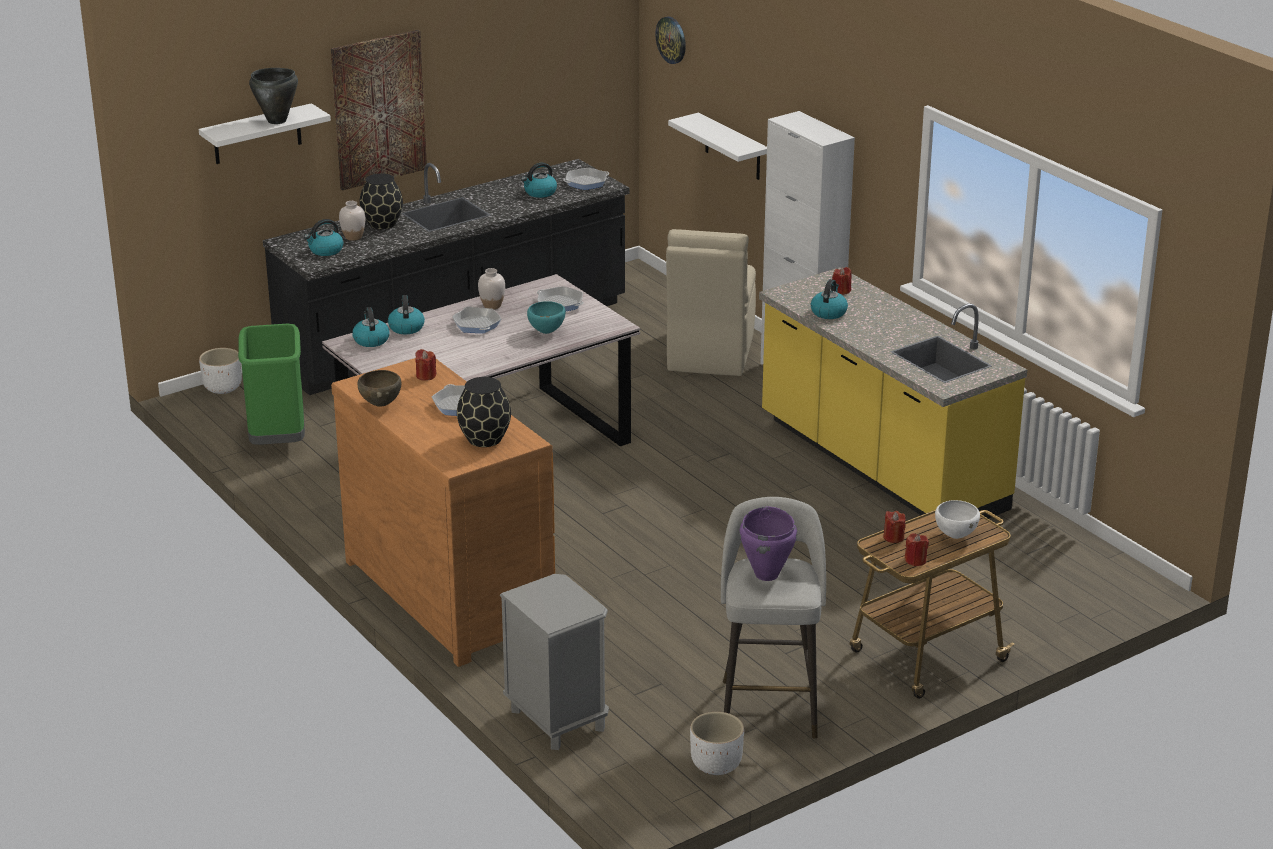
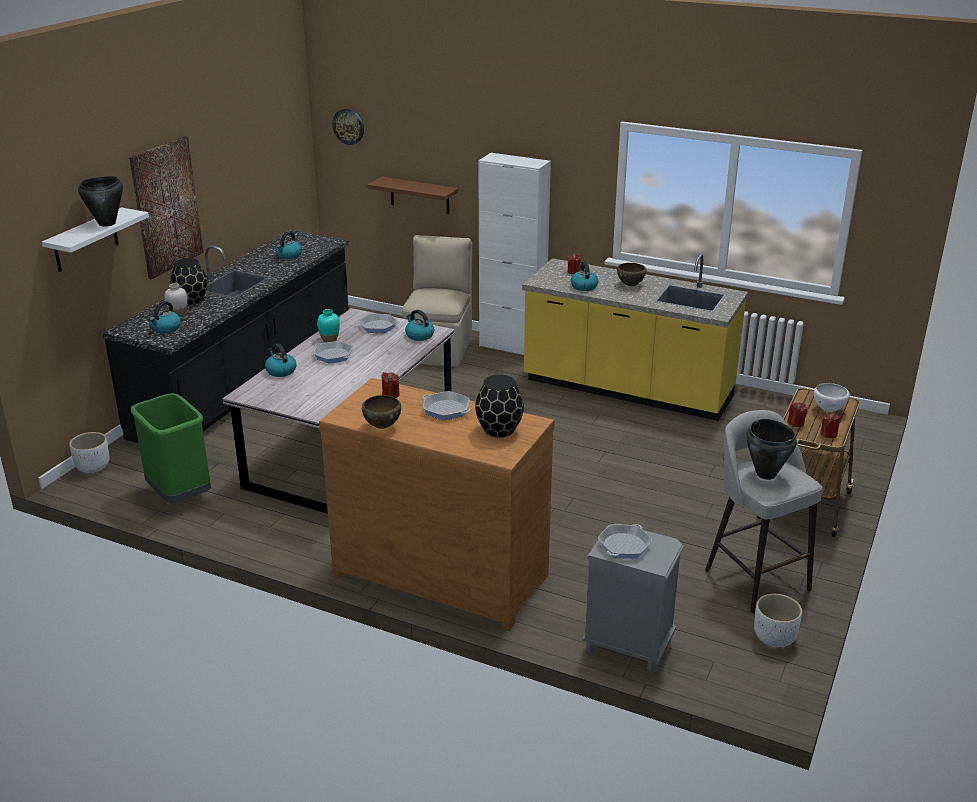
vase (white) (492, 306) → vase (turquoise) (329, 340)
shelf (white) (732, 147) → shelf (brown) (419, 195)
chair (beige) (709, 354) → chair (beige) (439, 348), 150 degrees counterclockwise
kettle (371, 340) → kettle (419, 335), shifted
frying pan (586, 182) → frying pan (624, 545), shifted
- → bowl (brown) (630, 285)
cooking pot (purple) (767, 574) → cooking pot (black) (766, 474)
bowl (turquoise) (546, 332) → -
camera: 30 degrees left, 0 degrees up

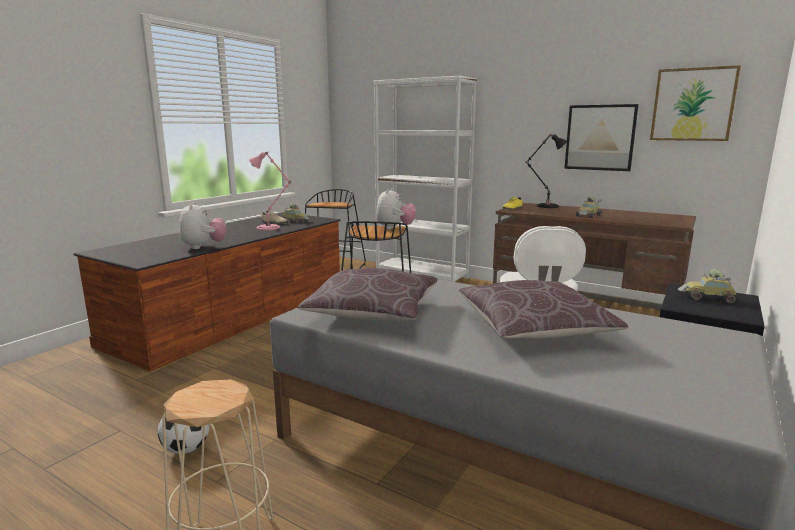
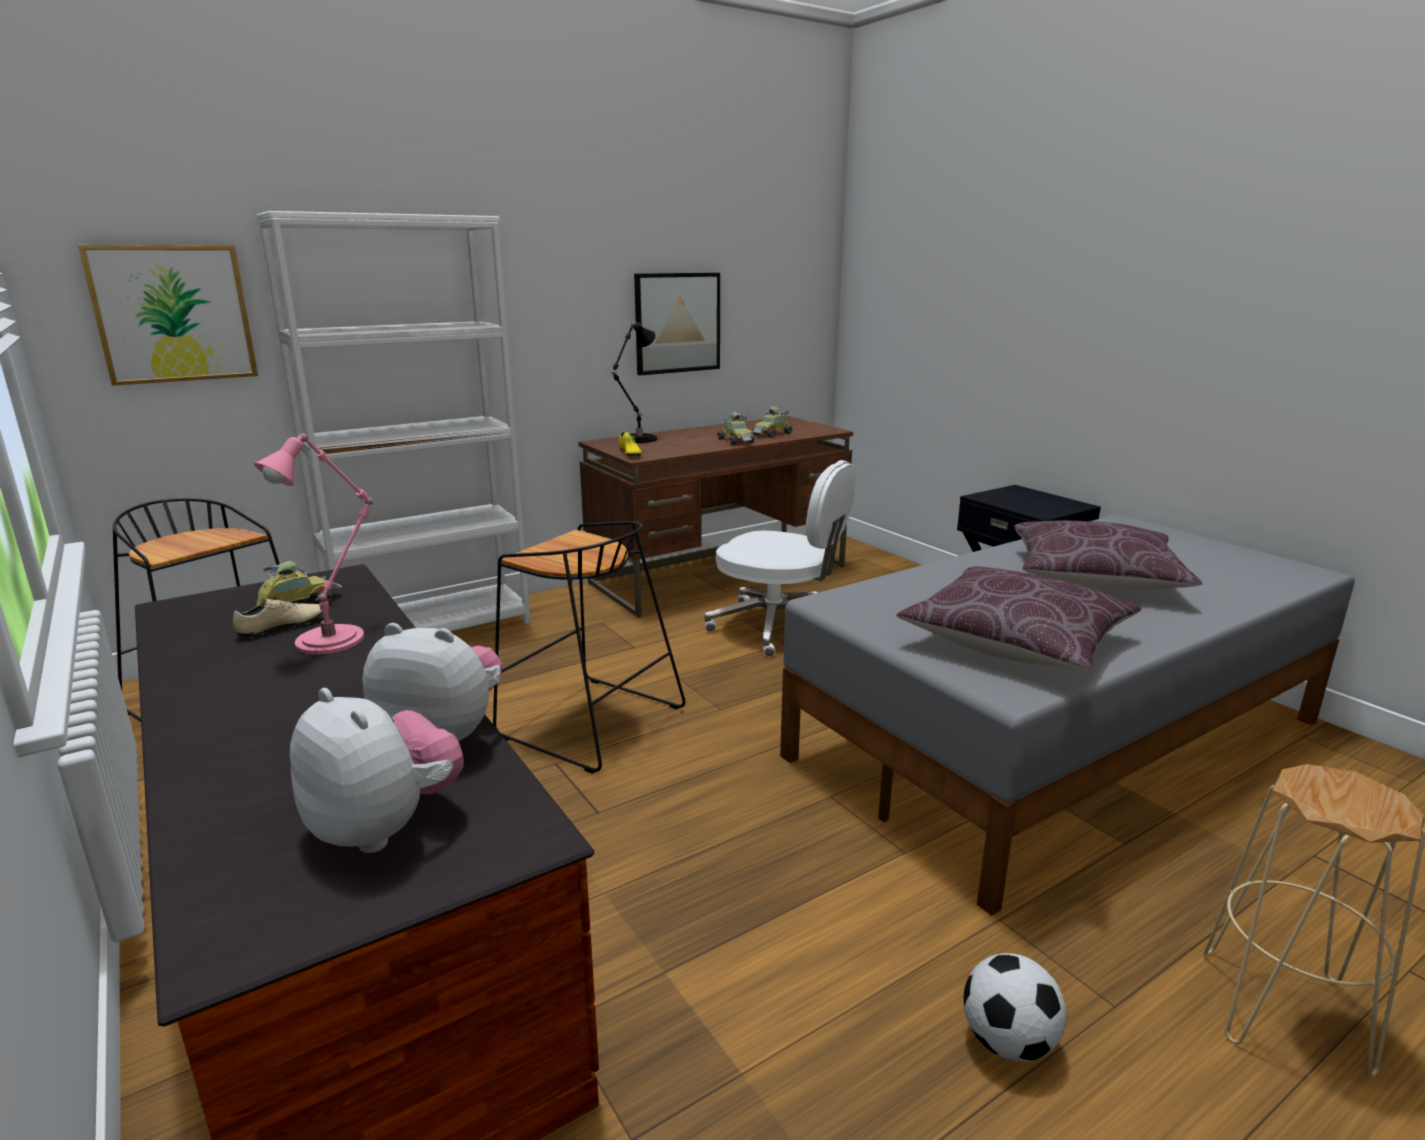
picture (693, 104) → picture (173, 314), shifted
plush toy (395, 228) → plush toy (385, 827), shifted
toy car (708, 298) → toy car (772, 434), shifted
camera: 65 degrees left, 5 degrees up

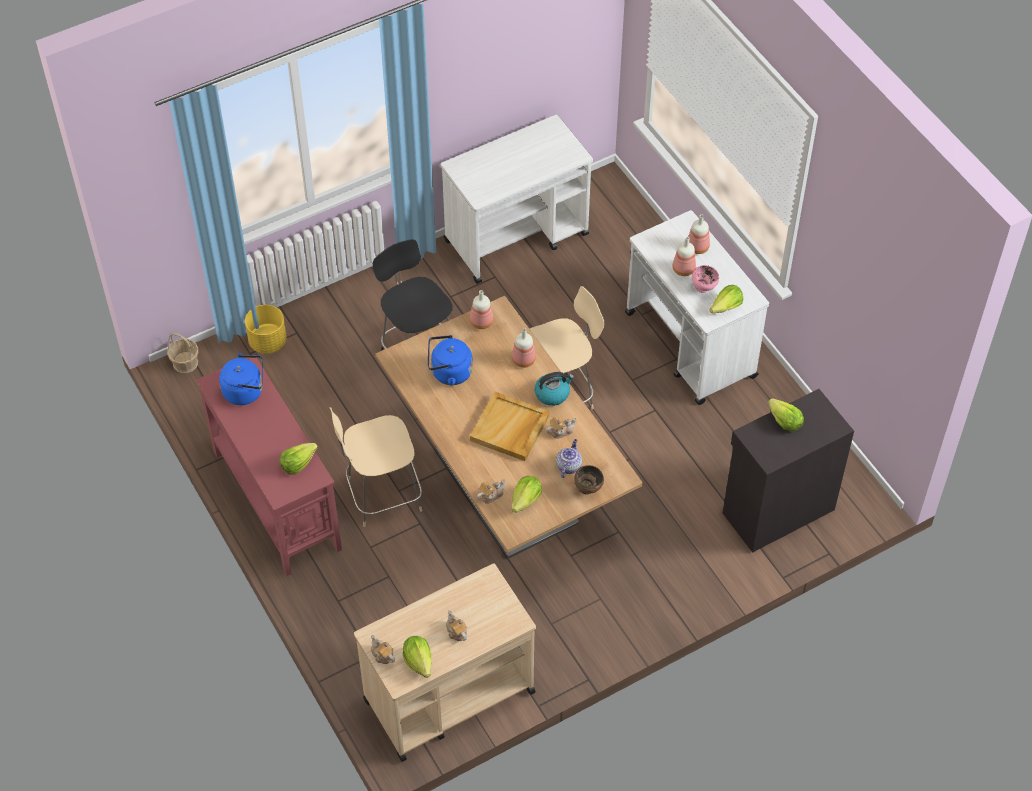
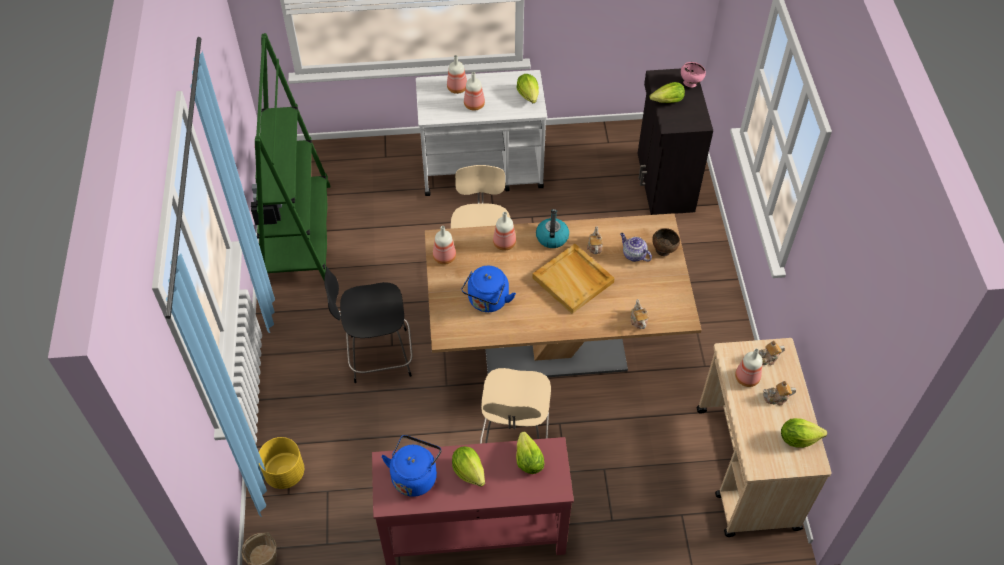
cart (white) (517, 237) → bookcase (green) (297, 236)
lettuce (526, 500) → lettuce (469, 471), shifted
bowl (pink) (703, 288) → bowl (pink) (690, 83), shifted
- → bottle (747, 378)
teapot (382, 655) → teapot (766, 358), shifted
camera: 65 degrees left, 0 degrees up

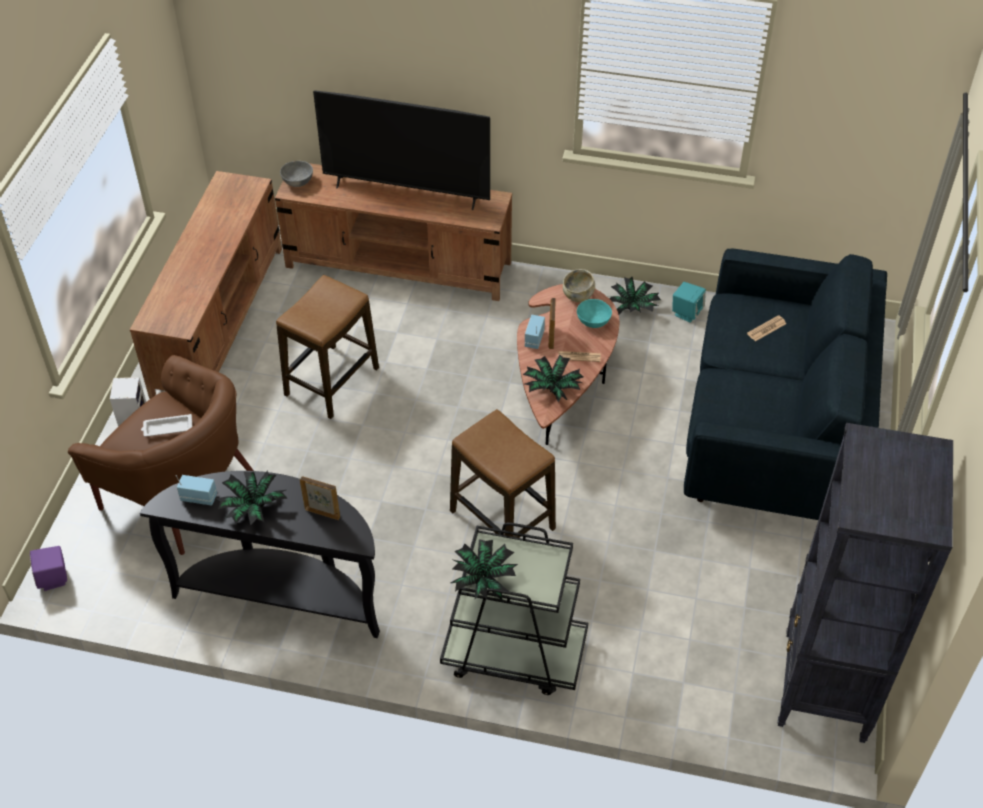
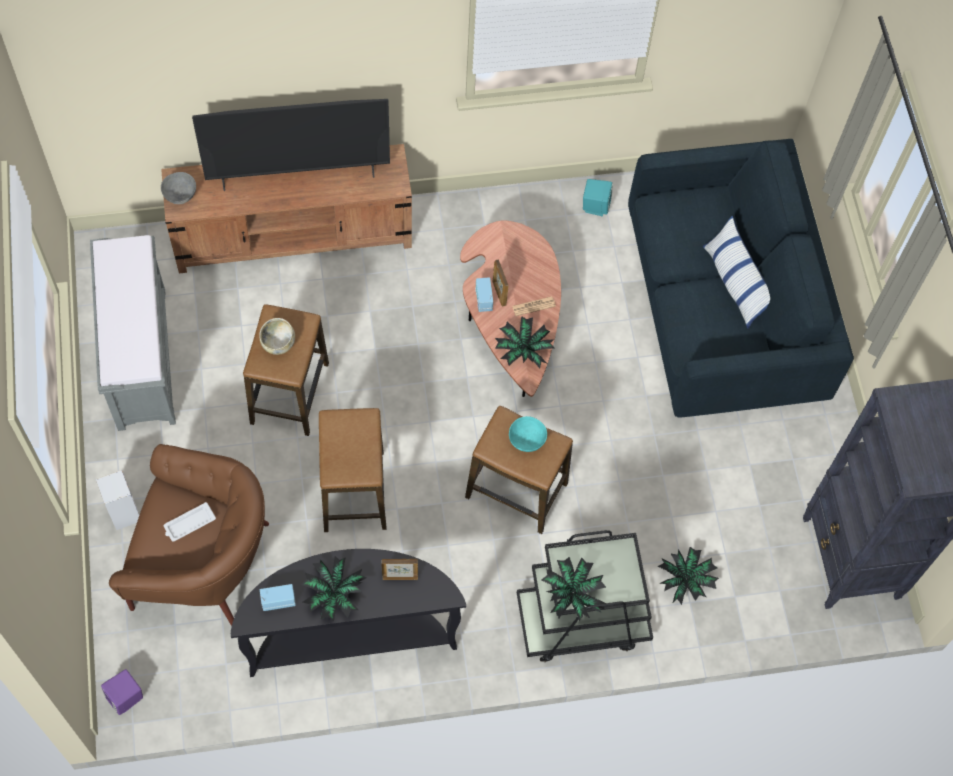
tv stand (brown) (219, 319) → bench (grey) (141, 357)
bowl (beige) (578, 295) → bowl (beige) (278, 343), shifted
- → stool (354, 491)
bowl (turquoise) (592, 321) → bowl (turquoise) (526, 440), shifted
potted plant (632, 308) → potted plant (686, 580), shifted
- → pillow (735, 283)
newspaper (766, 329) → -
camera: 25 degrees left, 15 degrees up

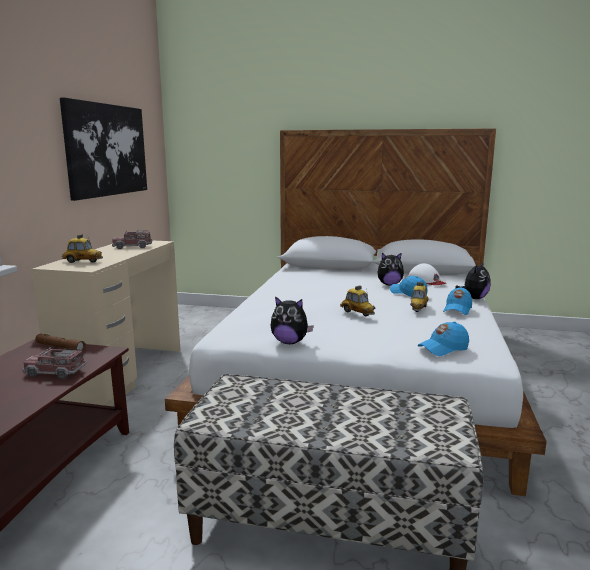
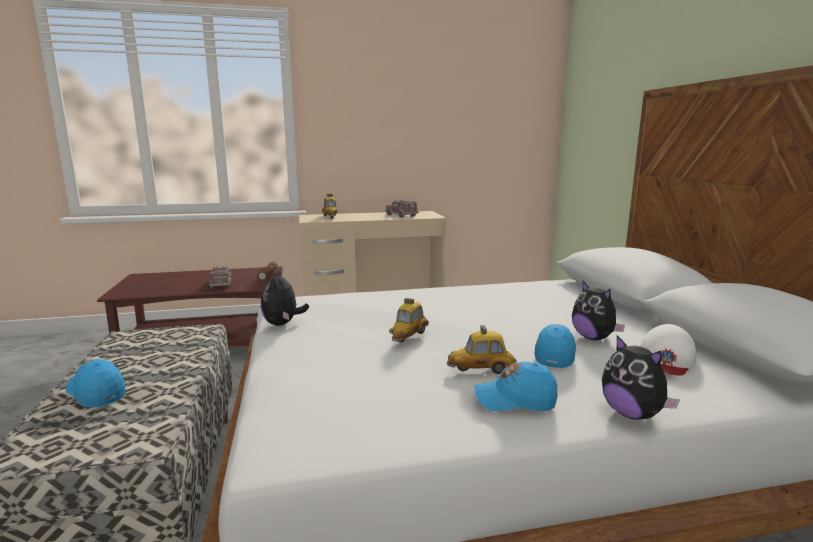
cap (blue) (443, 349) → cap (blue) (96, 392), shifted
plush toy (474, 298) → plush toy (632, 414), 45 degrees clockwise
picture (107, 150) → -
camera: 65 degrees right, 0 degrees up

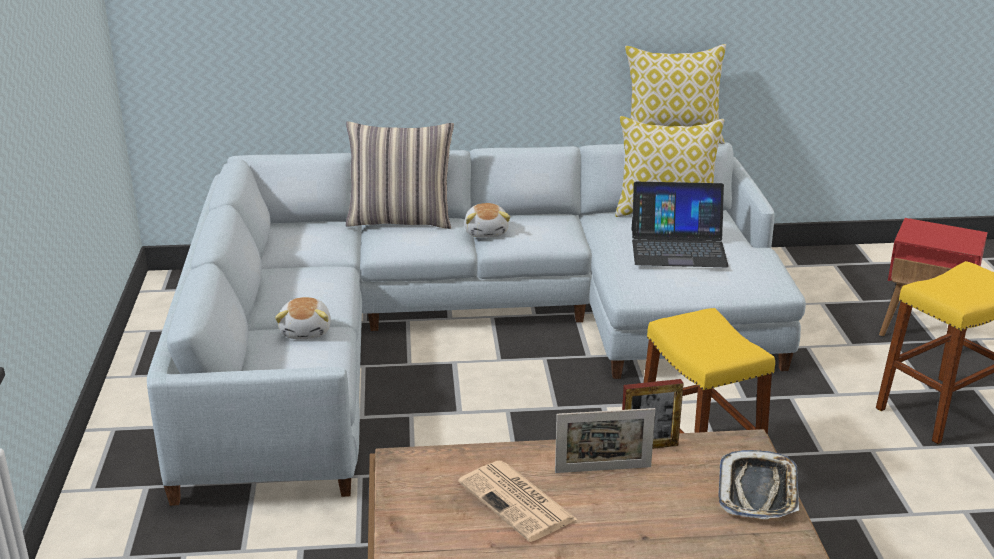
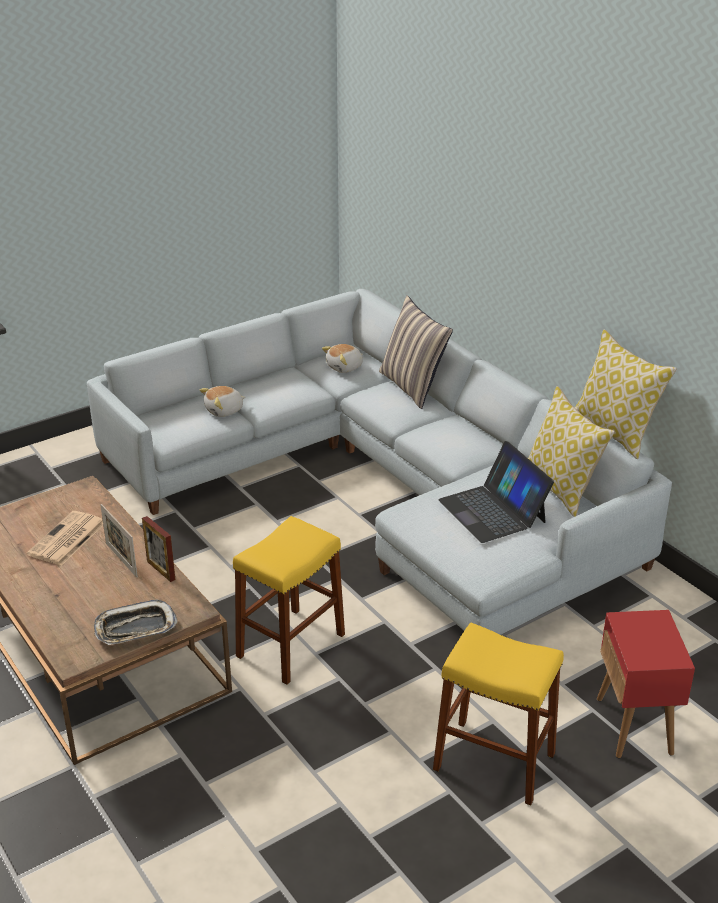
plush toy (487, 232) → plush toy (345, 367), shifted
camera: 60 degrees right, 5 degrees up

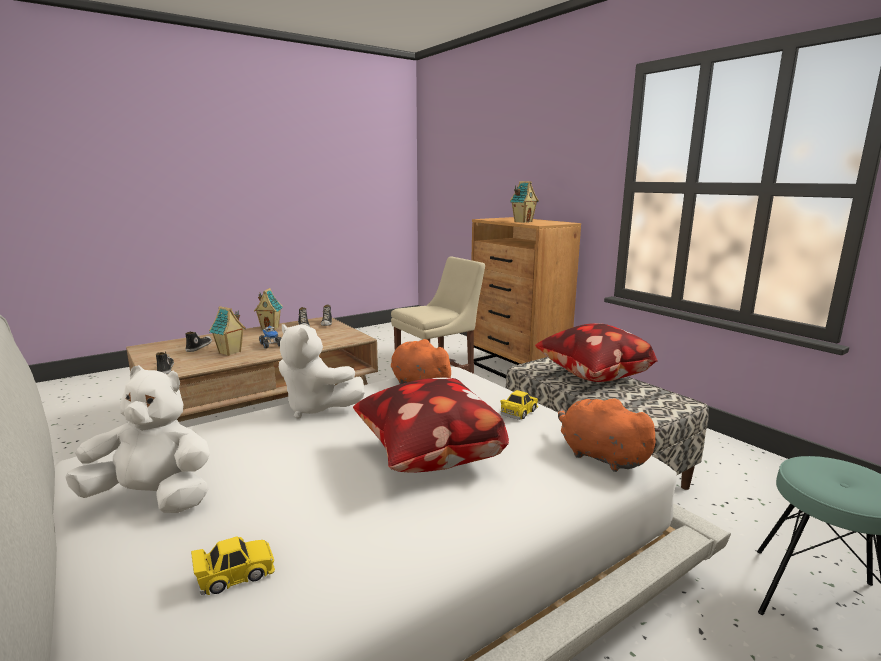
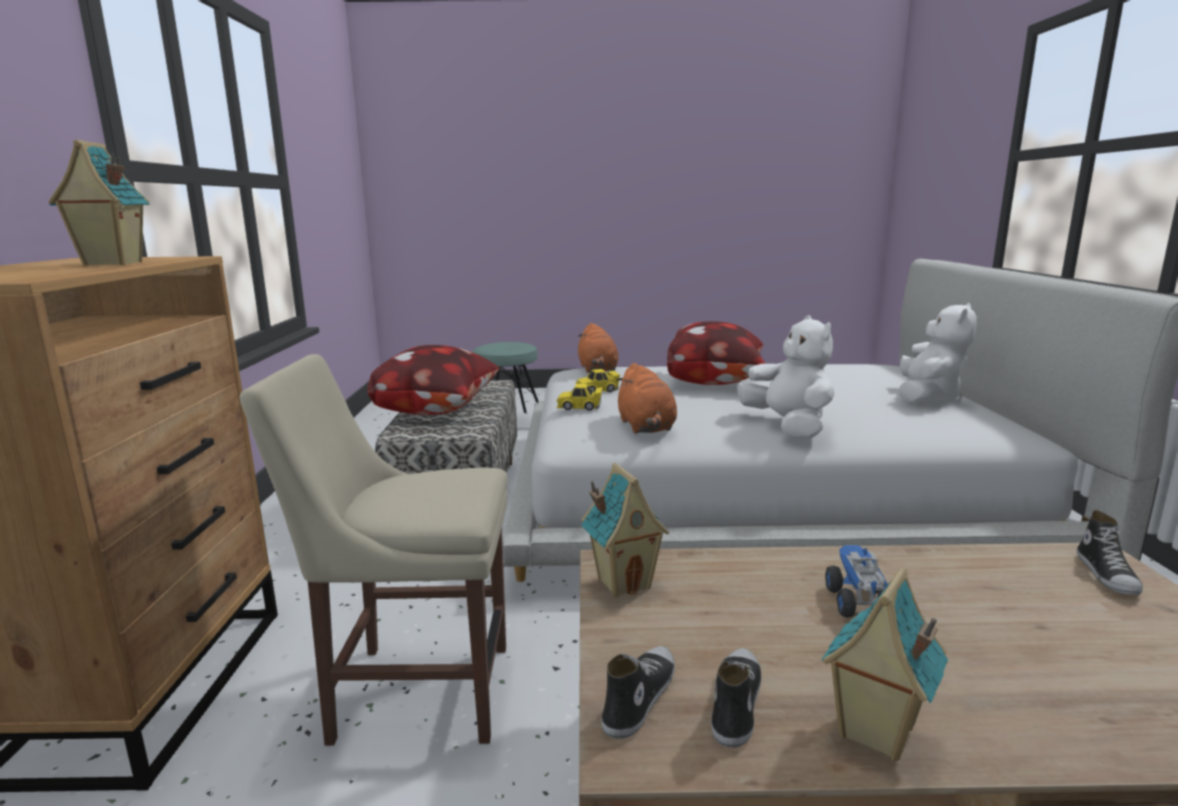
toy car (yellow) (235, 575) → toy car (yellow) (579, 407), shifted
toy house (230, 352) → toy house (624, 582), shifted
plush toy (white) (153, 498) → plush toy (white) (927, 398), 105 degrees counterclockwise
shoe (199, 347) → -
camera: 145 degrees left, 0 degrees up

